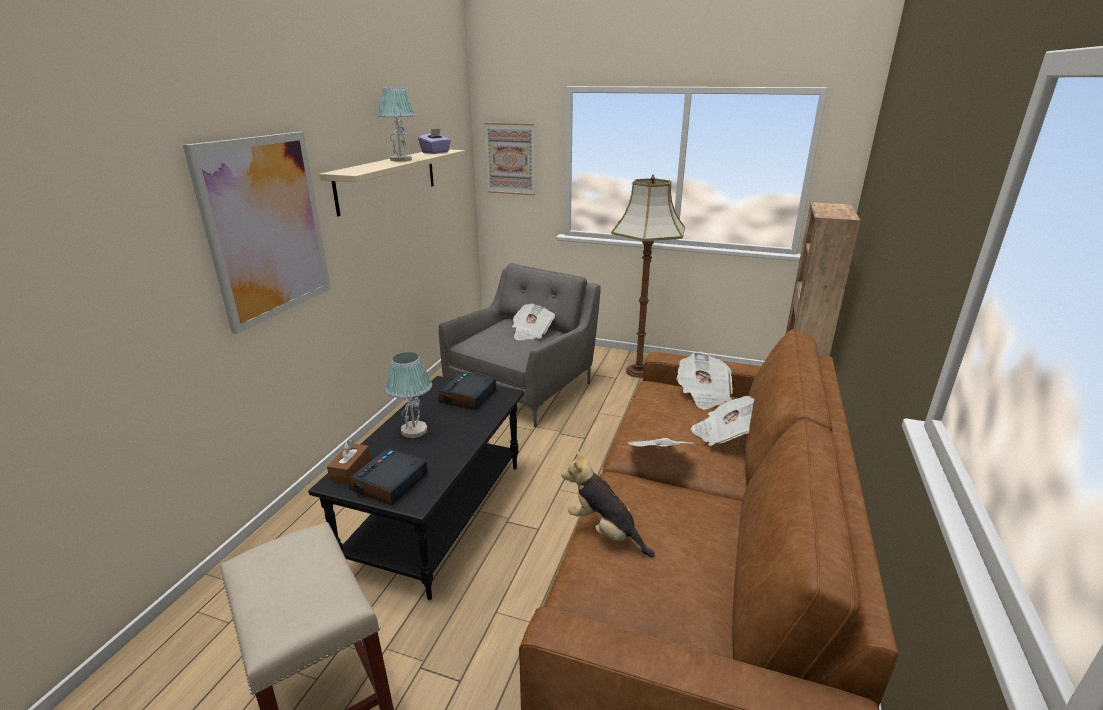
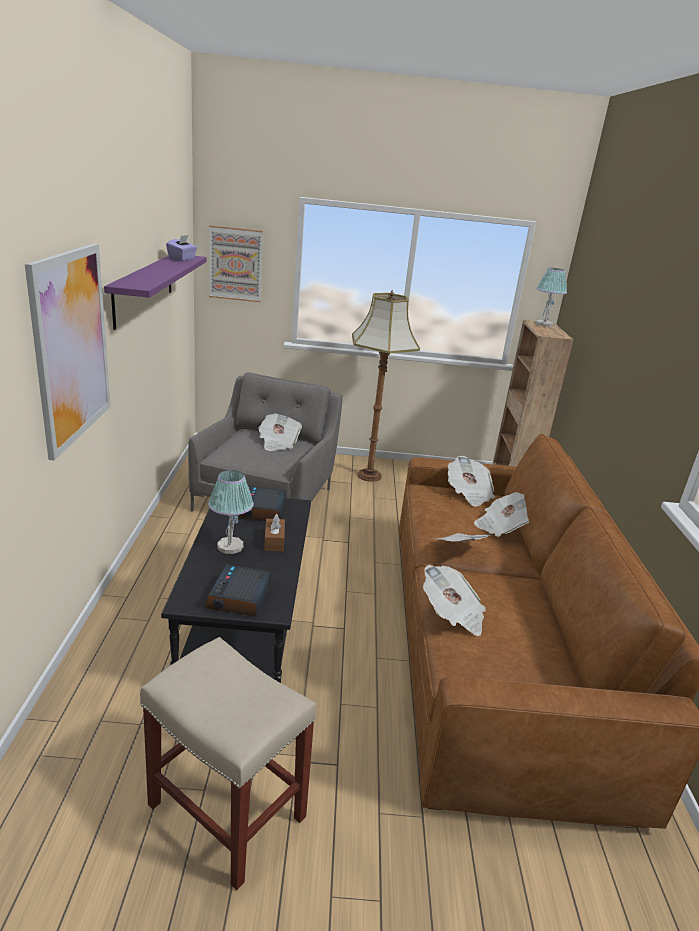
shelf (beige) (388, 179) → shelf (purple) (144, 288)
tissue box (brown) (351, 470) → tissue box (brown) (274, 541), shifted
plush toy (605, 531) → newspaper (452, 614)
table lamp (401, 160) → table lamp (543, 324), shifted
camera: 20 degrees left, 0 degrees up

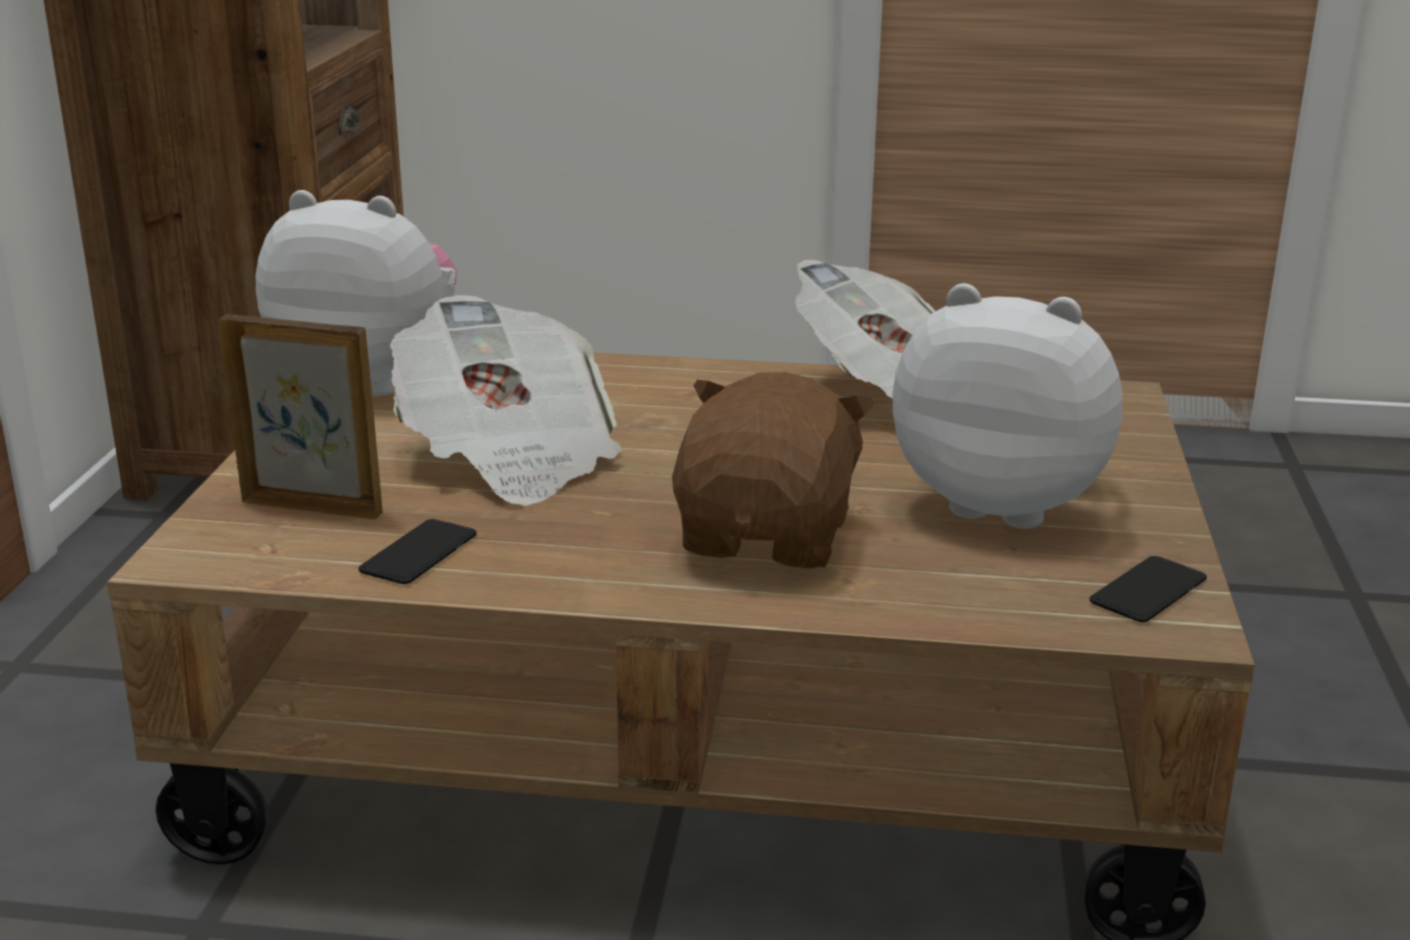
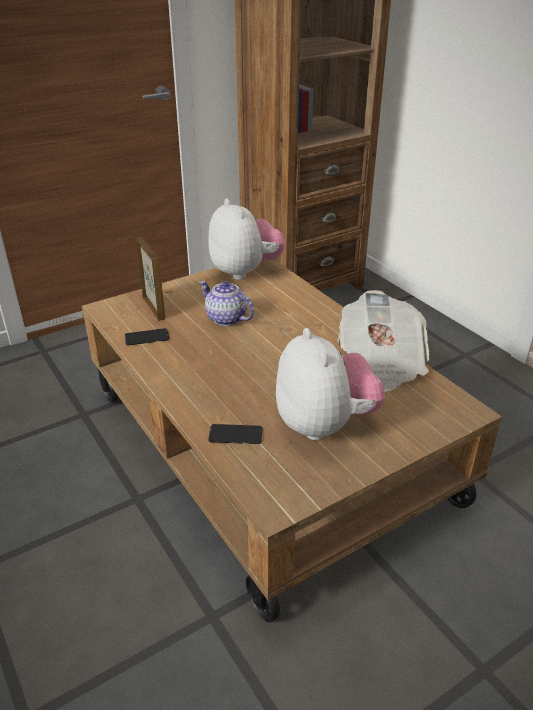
newspaper (508, 456) → teapot (225, 318)
phone (1148, 591) → phone (235, 435), shifted
plush toy (brown) (769, 537) → -
camera: 50 degrees right, 10 degrees up

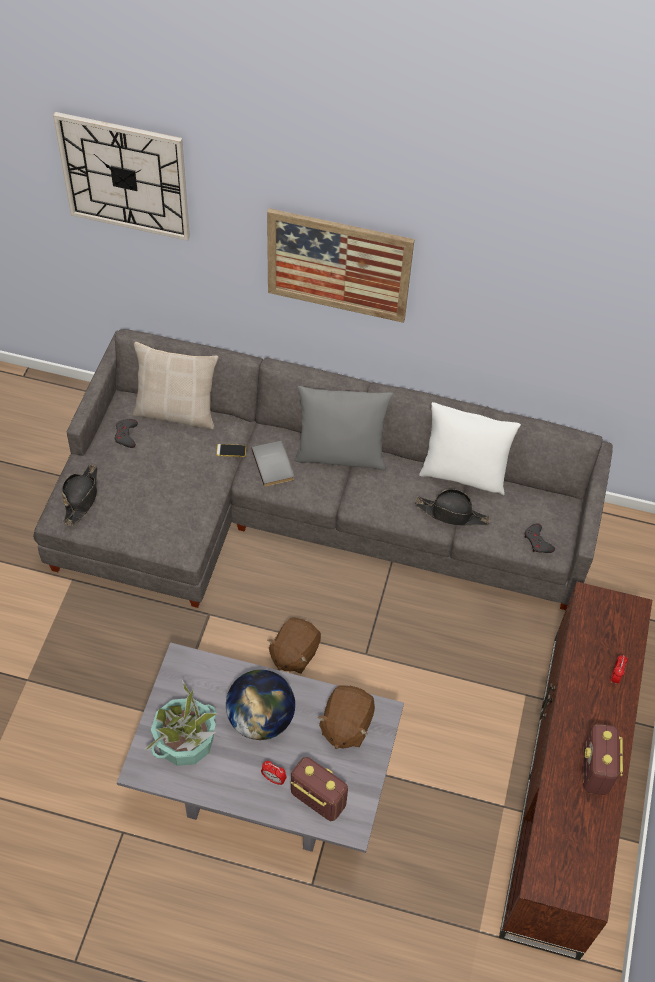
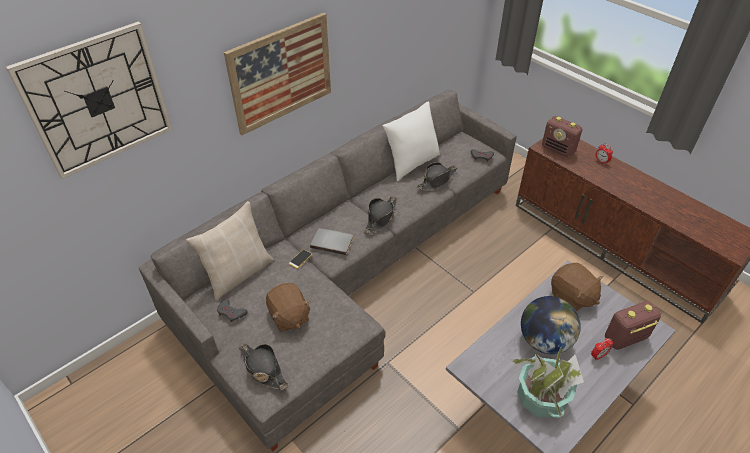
plush toy (brown) (294, 653) → plush toy (brown) (289, 316), shifted
- → hat (black) (380, 218)
radio (595, 770) → radio (558, 149), shifted
pillow (grey) (340, 455) → -
camera: 55 degrees left, 10 degrees down

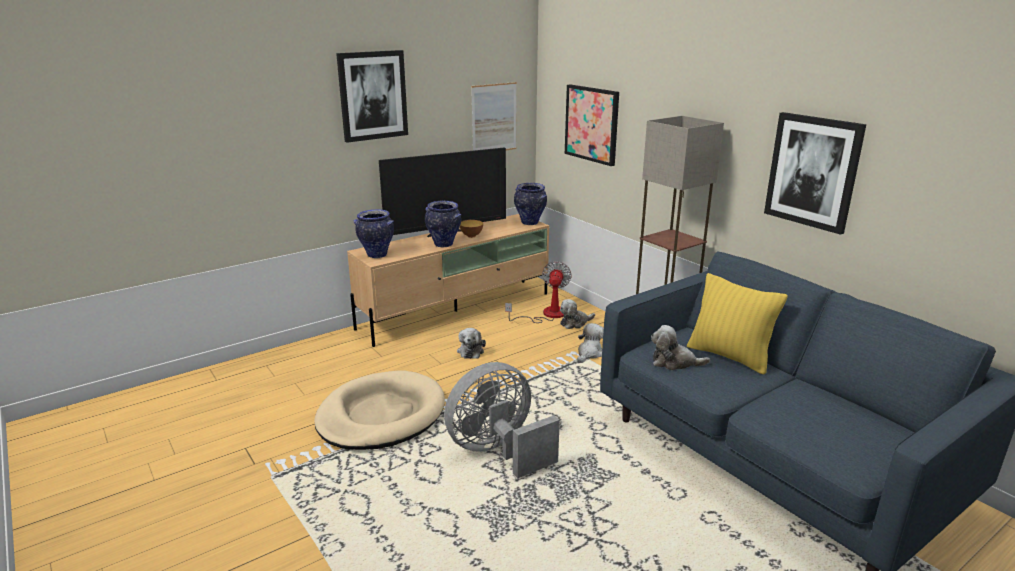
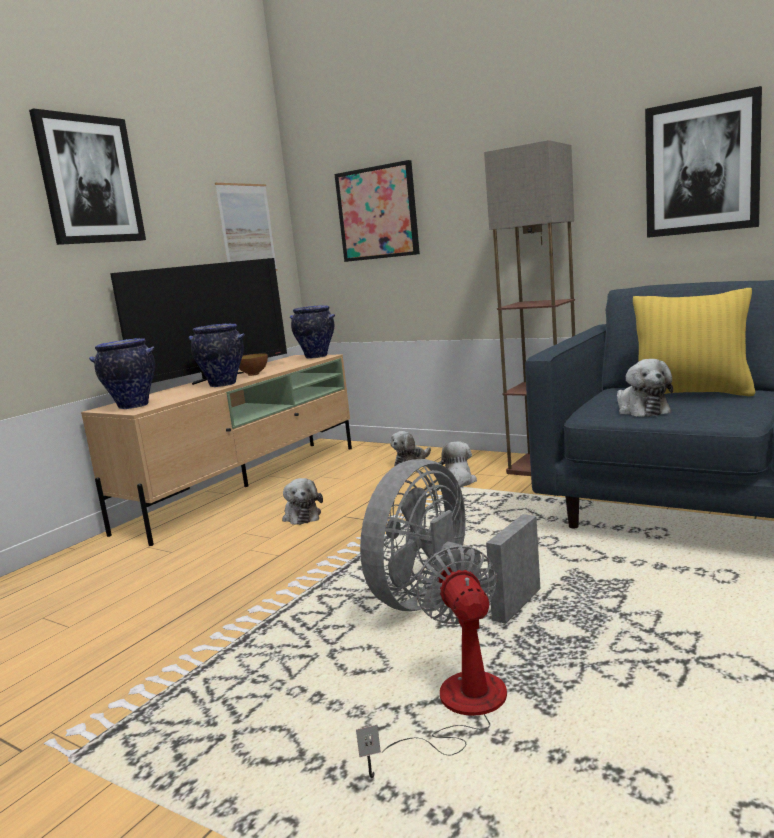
fan (546, 315) → fan (458, 710), shifted
plush toy (674, 362) → plush toy (641, 410), 90 degrees counterclockwise
dog bed (beige) (381, 415) → -
camera: 20 degrees left, 10 degrees down

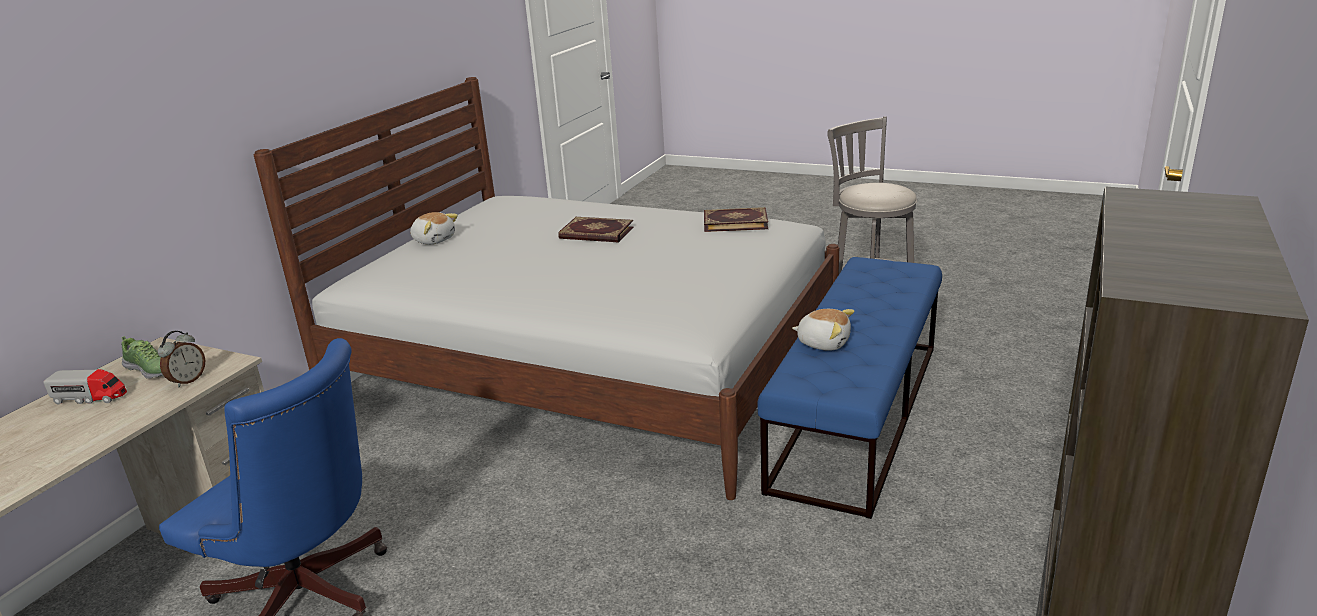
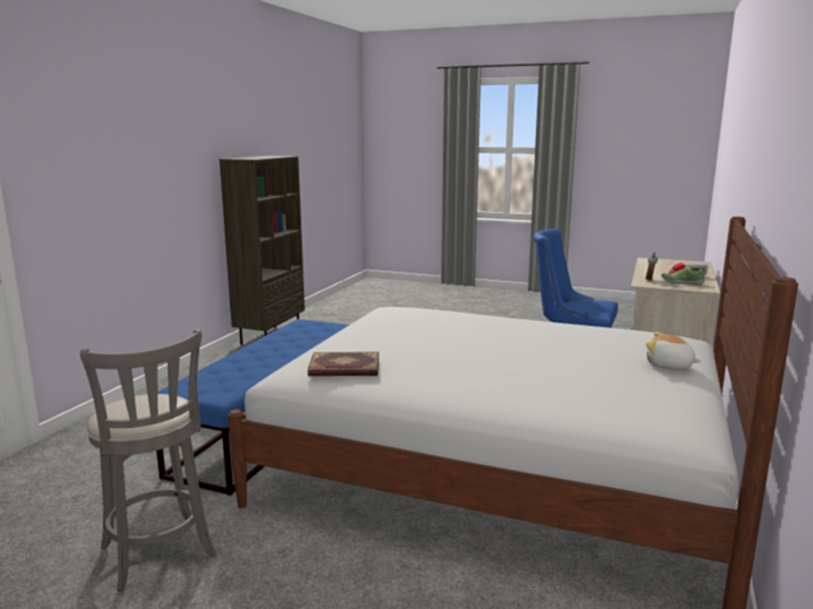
book (596, 233) → -
plush toy (823, 342) → -
camera: 175 degrees right, 10 degrees down

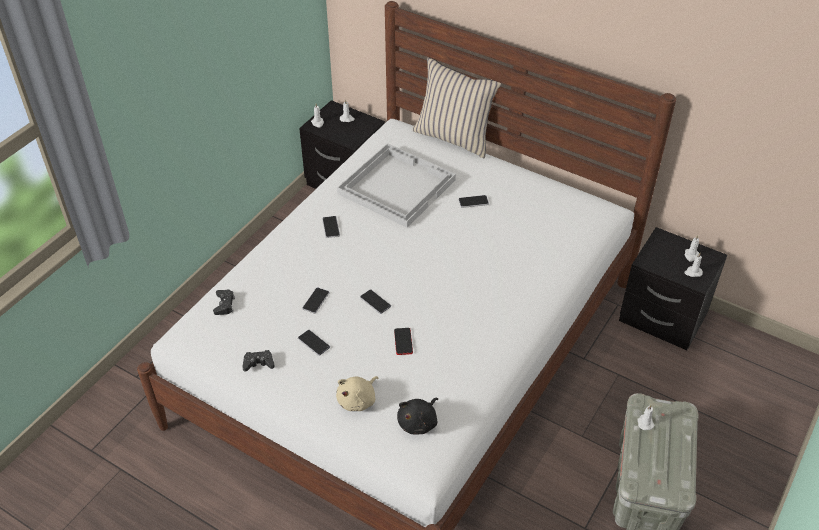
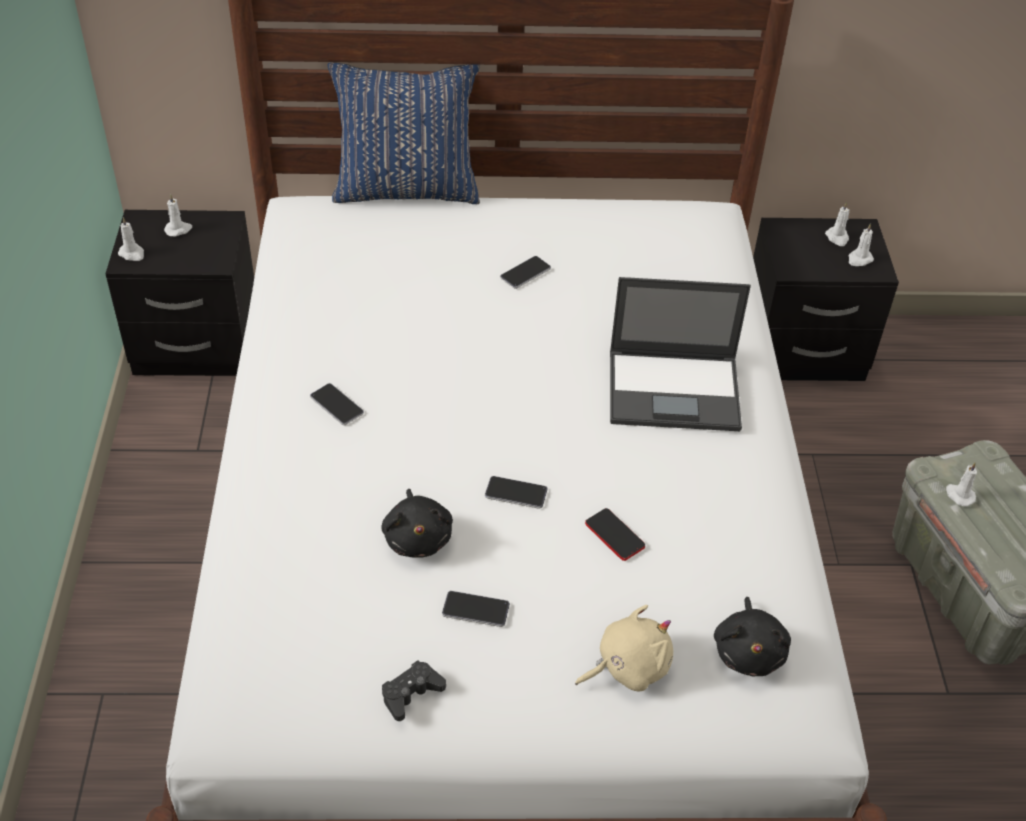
pillow (beige) (454, 137) → pillow (blue) (406, 189)
phone (316, 301) → plush toy (black) (418, 537)
plush toy (beige) (358, 400) → plush toy (beige) (628, 666), 120 degrees counterclockwise
- → laptop (675, 390)
game controller (black) (224, 304) → -
tray (white) (396, 186) → -
camera: 35 degrees left, 0 degrees up

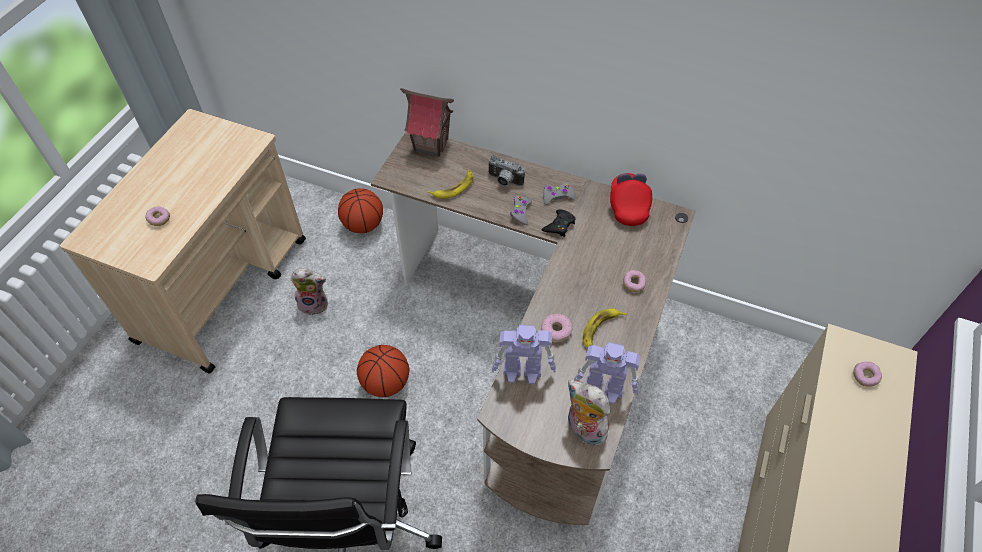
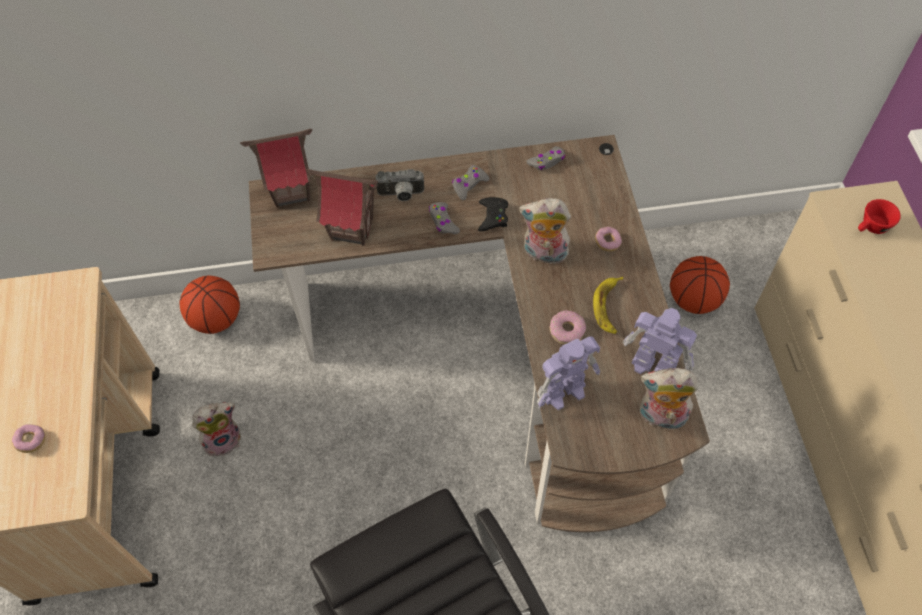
banana (454, 187) → toy house (351, 228)
- → plush toy (543, 254)
cap (red) (628, 206) → game controller (grey) (547, 161)
toy robot (604, 389) → toy robot (653, 366), 135 degrees counterclockwise
basketball (386, 383) → basketball (693, 299), shifted
donut (864, 376) → cup (red) (871, 228)
camera: 30 degrees left, 5 degrees up

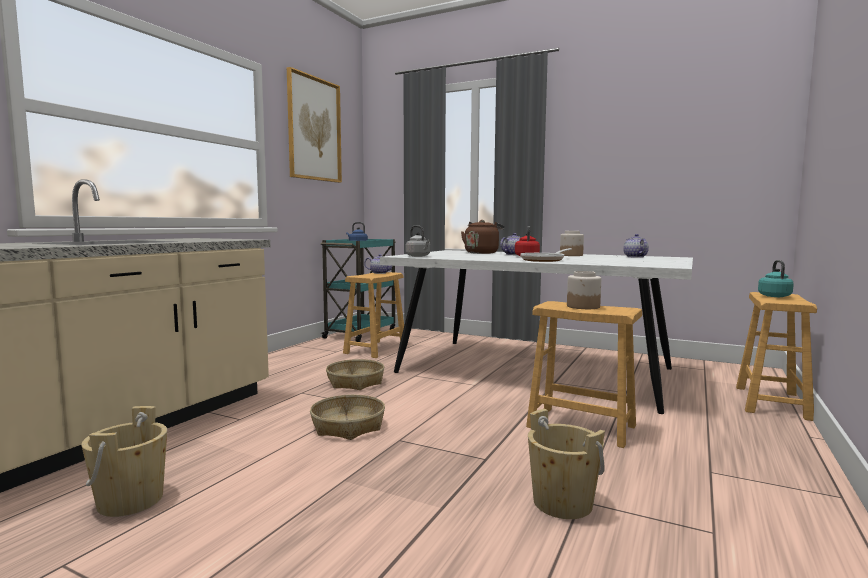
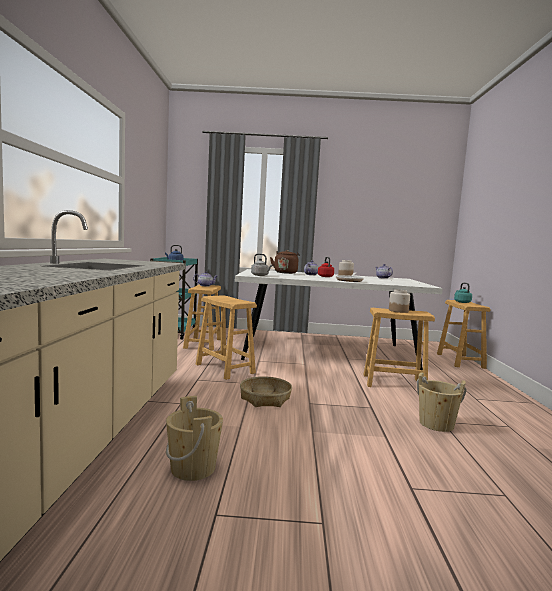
basket (355, 382) → stool (brown) (224, 369)
picture (314, 129) → -
camera: 25 degrees left, 0 degrees up

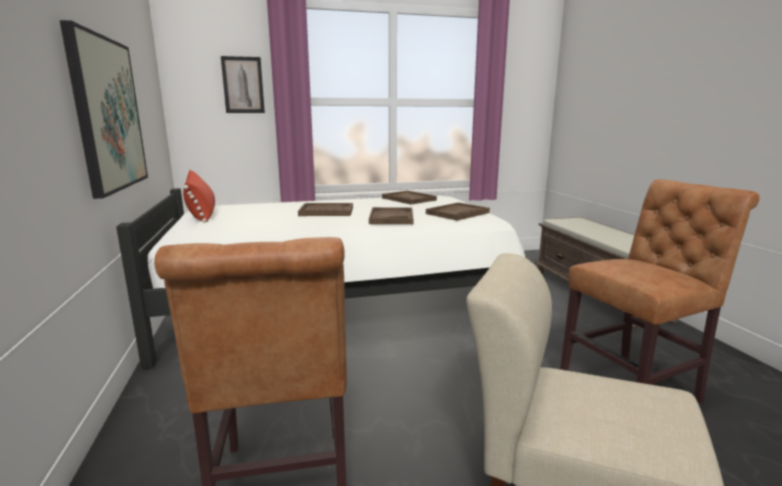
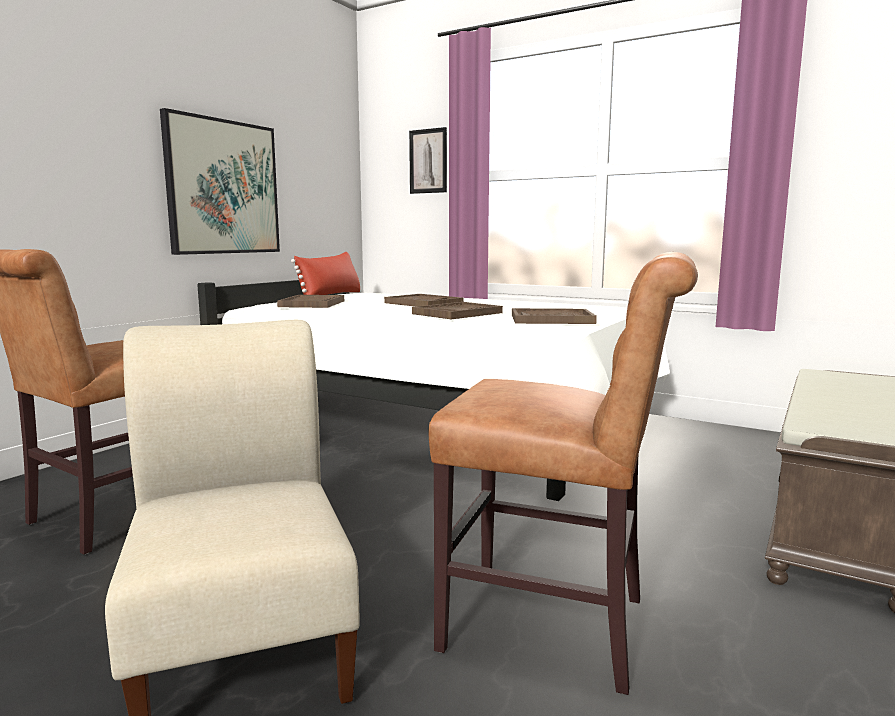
tray (brown) (409, 199) → tray (brown) (312, 304), shifted
camera: 45 degrees right, 5 degrees down

